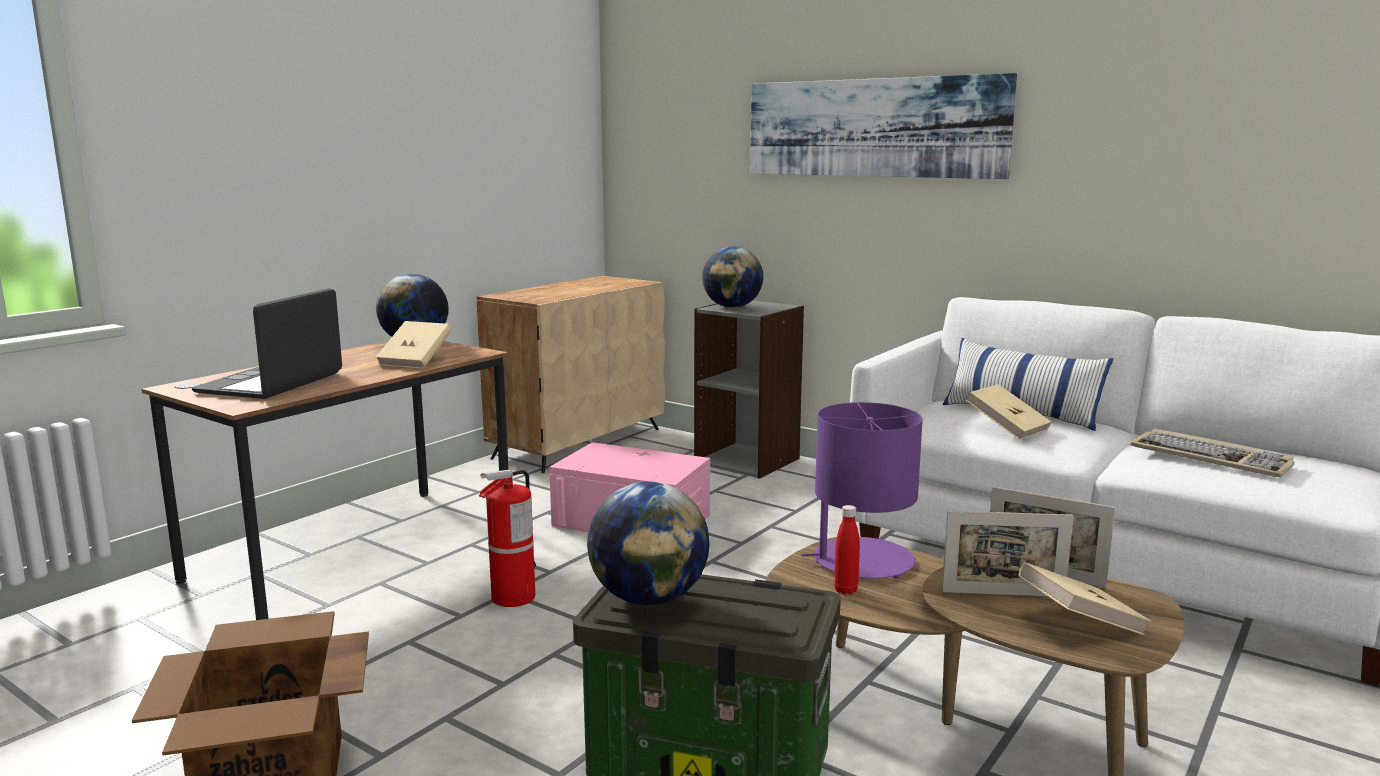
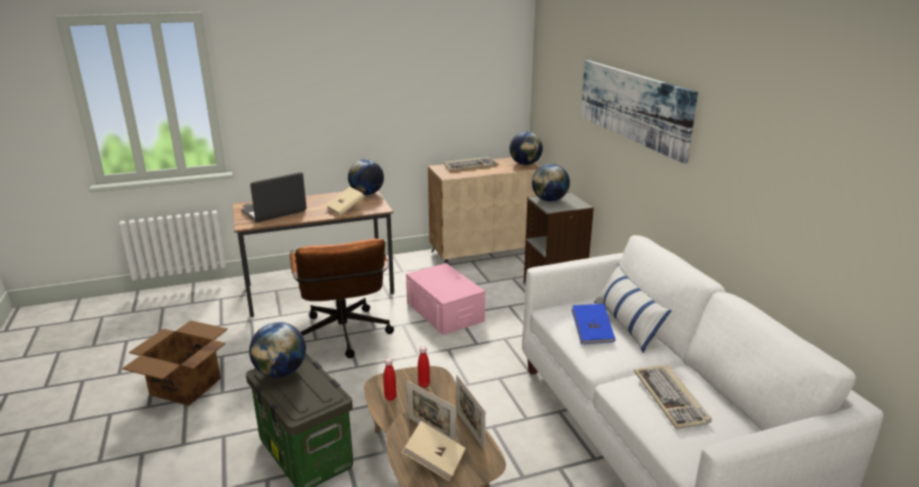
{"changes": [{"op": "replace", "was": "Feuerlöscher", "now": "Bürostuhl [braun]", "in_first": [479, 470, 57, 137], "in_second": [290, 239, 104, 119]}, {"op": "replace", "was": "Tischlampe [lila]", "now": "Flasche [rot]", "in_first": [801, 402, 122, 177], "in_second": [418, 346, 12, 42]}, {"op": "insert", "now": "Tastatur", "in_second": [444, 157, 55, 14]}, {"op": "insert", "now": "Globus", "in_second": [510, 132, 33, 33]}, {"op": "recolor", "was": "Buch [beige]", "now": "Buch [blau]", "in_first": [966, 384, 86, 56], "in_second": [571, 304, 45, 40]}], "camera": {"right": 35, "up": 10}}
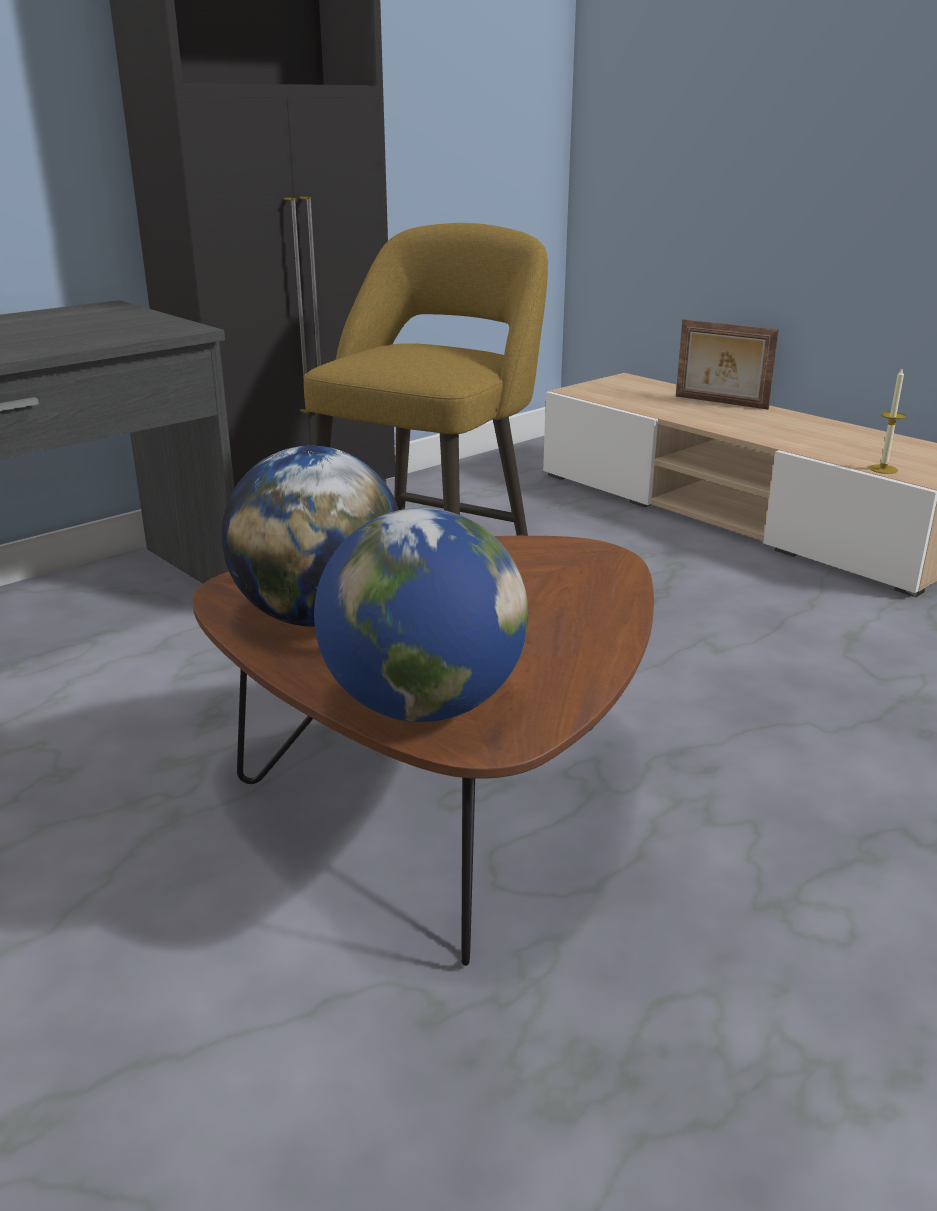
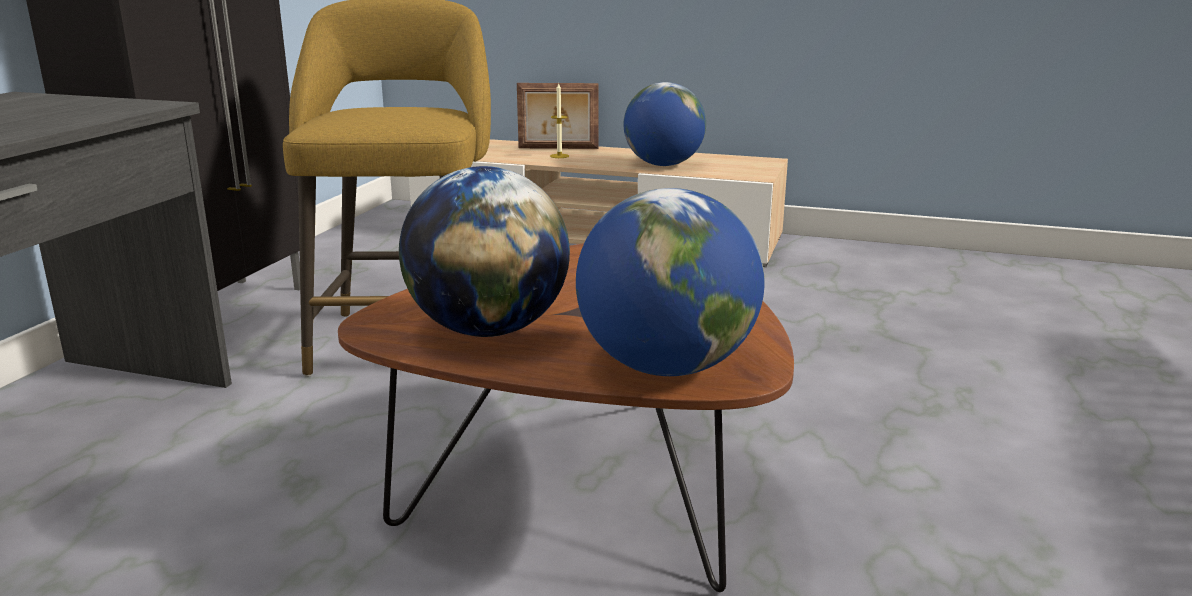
{"changes": [{"op": "move", "was": "Kerze", "in_first": [869, 369, 37, 105], "in_second": [550, 82, 19, 76]}, {"op": "insert", "now": "Globus", "in_second": [624, 82, 82, 84]}], "camera": {"right": -30, "up": -5}}
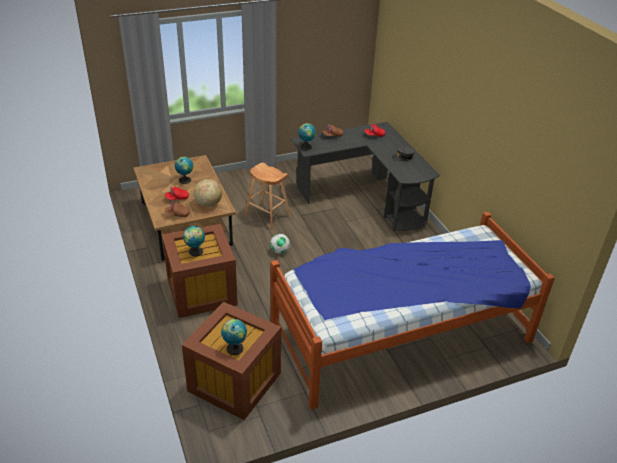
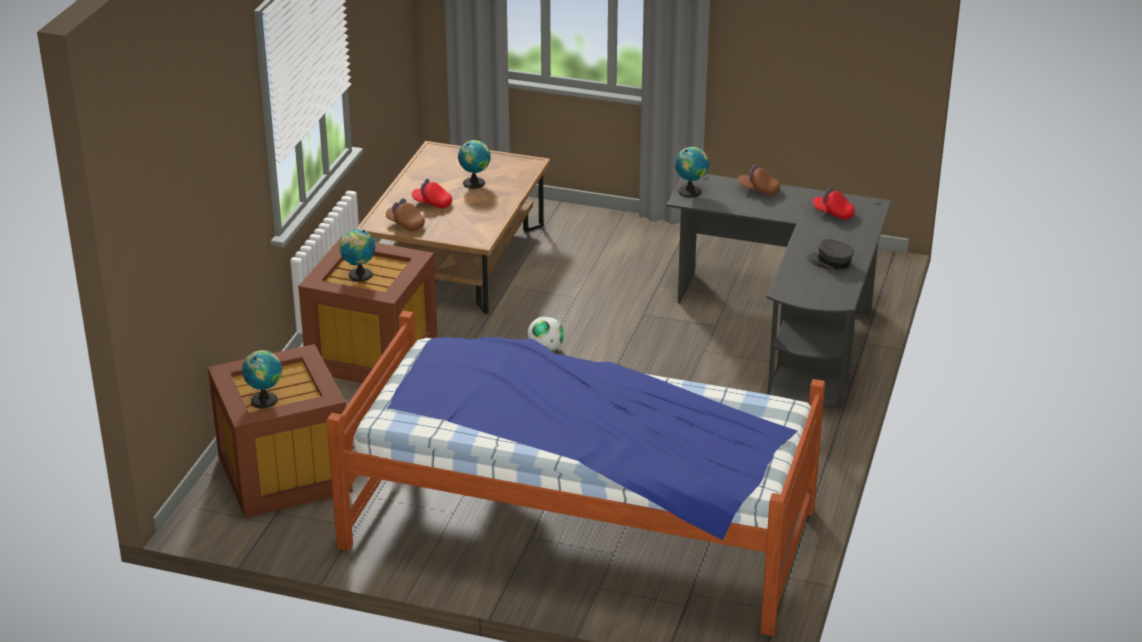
{"changes": [{"op": "delete", "was": "Globus", "in_first": [194, 179, 28, 28]}, {"op": "delete", "was": "Hocker [braun]", "in_first": [244, 163, 47, 67]}], "camera": {"right": 40, "up": -5}}
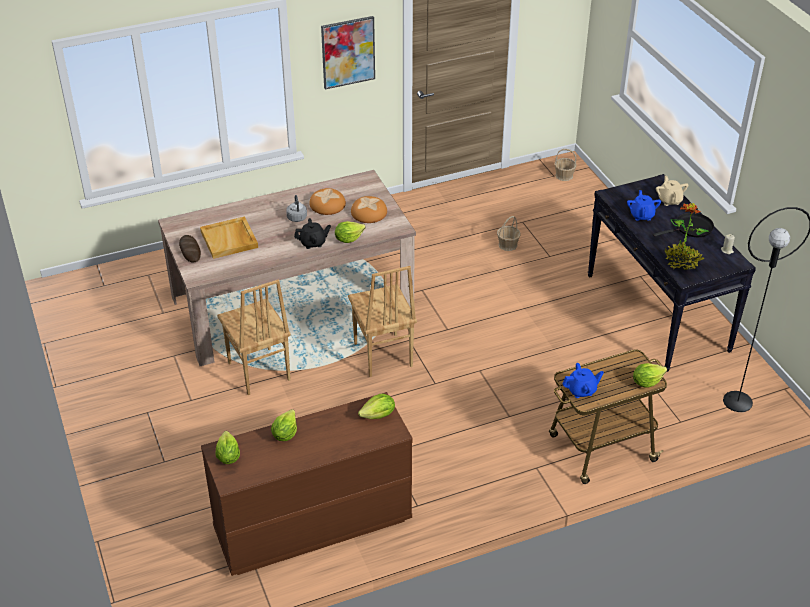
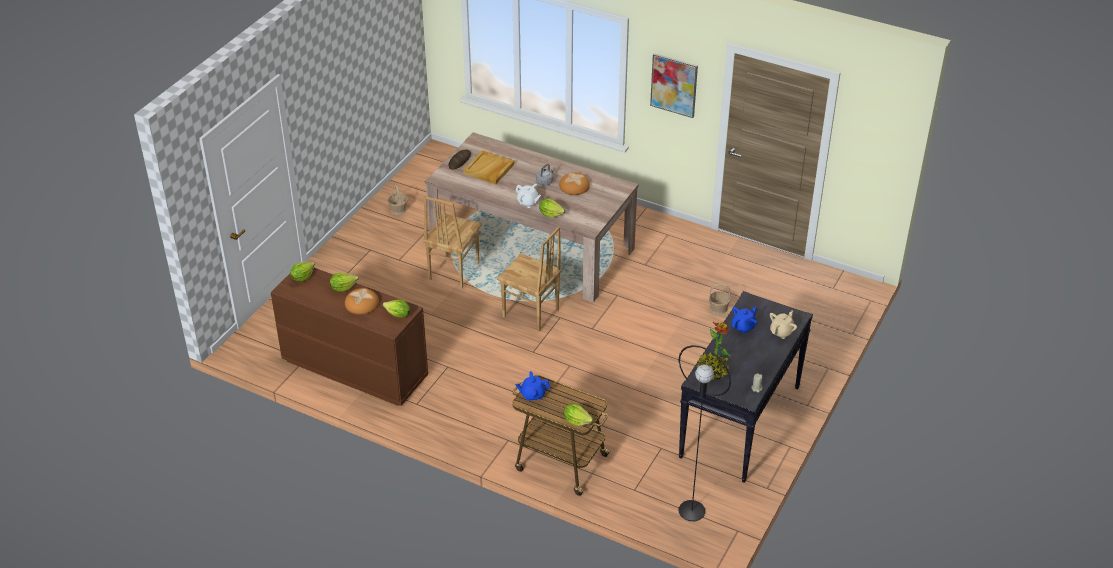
{"changes": [{"op": "move", "was": "Brot", "in_first": [351, 196, 36, 27], "in_second": [345, 288, 34, 27]}, {"op": "move", "was": "Korb", "in_first": [554, 149, 23, 32], "in_second": [388, 184, 20, 31]}, {"op": "rotate", "was": "Stuhl [braun]", "in_first": [348, 266, 69, 111], "in_second": [497, 226, 65, 106], "clockwise": -90}, {"op": "rotate", "was": "Teekanne [blau]", "in_first": [562, 363, 42, 35], "in_second": [515, 371, 35, 30], "clockwise": 135}, {"op": "recolor", "was": "Teekanne [schwarz]", "now": "Teekanne [weiß]", "in_first": [294, 218, 37, 31], "in_second": [516, 184, 25, 24]}, {"op": "delete", "was": "Pfanne [schwarz]", "in_first": [653, 213, 61, 24]}], "camera": {"right": 50, "up": 0}}
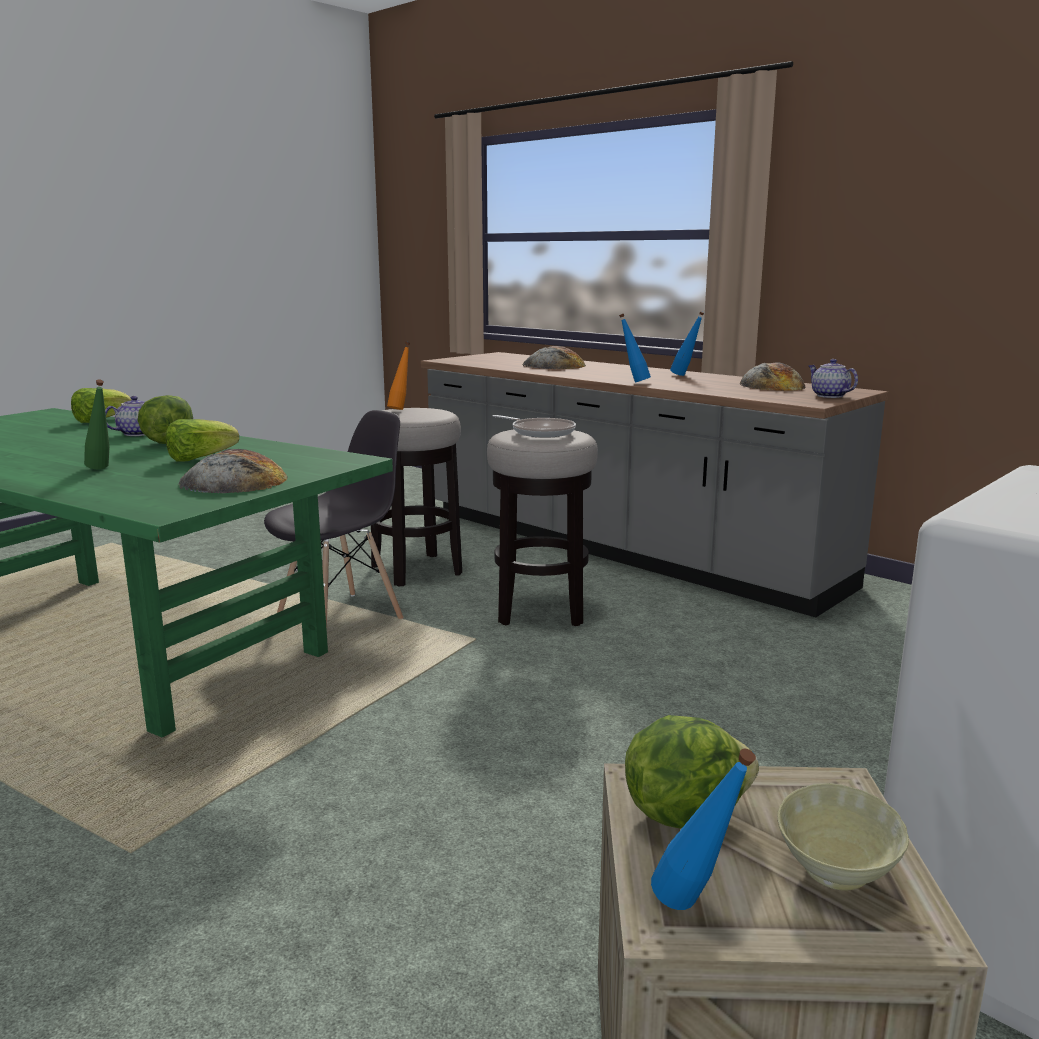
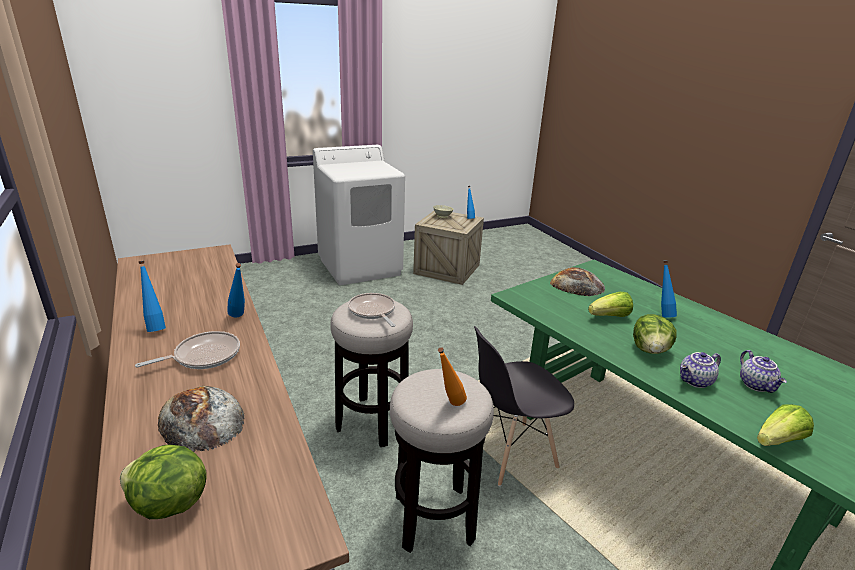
{"changes": [{"op": "move", "was": "Salatkopf", "in_first": [625, 715, 134, 114], "in_second": [120, 444, 87, 75]}, {"op": "insert", "now": "Pfanne", "in_second": [135, 331, 105, 38]}, {"op": "recolor", "was": "Flasche [grün]", "now": "Flasche [blau]", "in_first": [84, 380, 26, 89], "in_second": [661, 260, 16, 58]}, {"op": "move", "was": "Teekanne", "in_first": [809, 359, 49, 39], "in_second": [740, 350, 47, 43]}, {"op": "delete", "was": "Brot", "in_first": [740, 362, 65, 29]}], "camera": {"right": -160, "up": 10}}
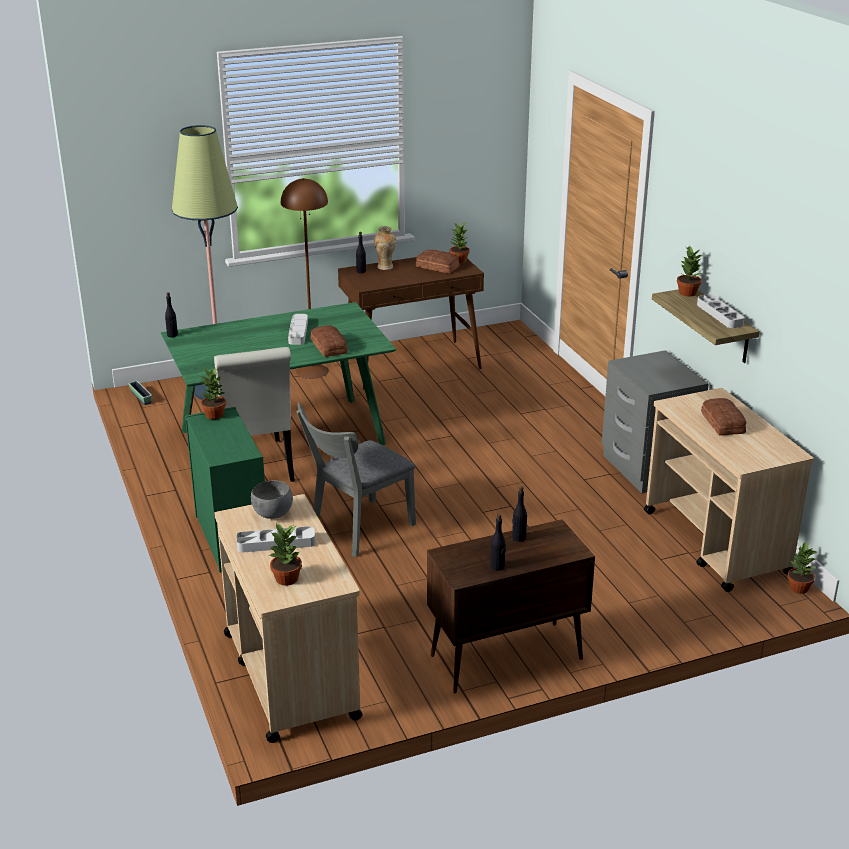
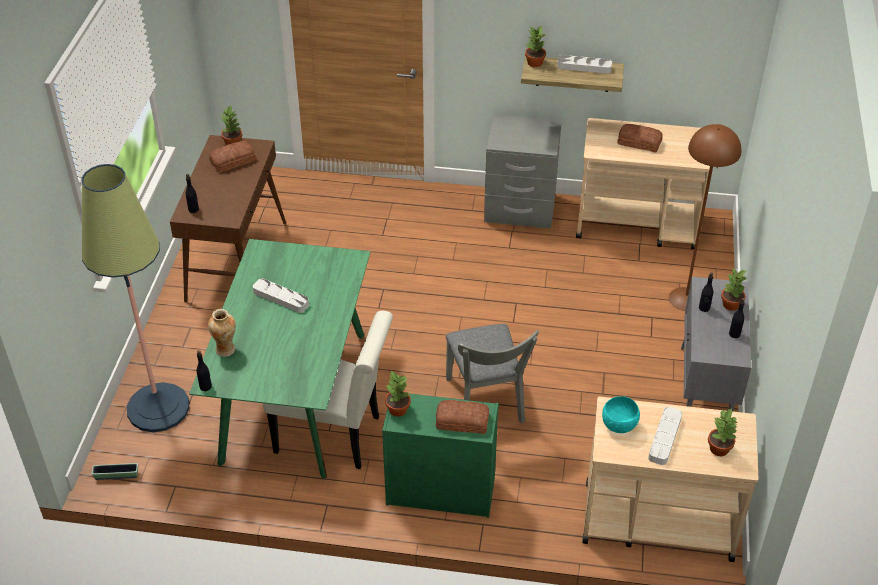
{"changes": [{"op": "move", "was": "Vase", "in_first": [374, 226, 22, 44], "in_second": [208, 309, 28, 48]}, {"op": "move", "was": "Brot", "in_first": [311, 325, 37, 32], "in_second": [436, 400, 53, 34]}, {"op": "recolor", "was": "Schüssel [grau]", "now": "Schüssel [türkis]", "in_first": [251, 480, 42, 39], "in_second": [602, 396, 38, 37]}, {"op": "move", "was": "Stehlampe [braun]", "in_first": [281, 178, 48, 201], "in_second": [669, 124, 72, 187]}, {"op": "recolor", "was": "Schrank [braun]", "now": "Schrank [grau]", "in_first": [427, 520, 168, 174], "in_second": [681, 277, 70, 134]}, {"op": "move", "was": "Topfpflanze", "in_first": [787, 542, 30, 52], "in_second": [721, 268, 25, 43]}], "camera": {"right": -60, "up": 15}}
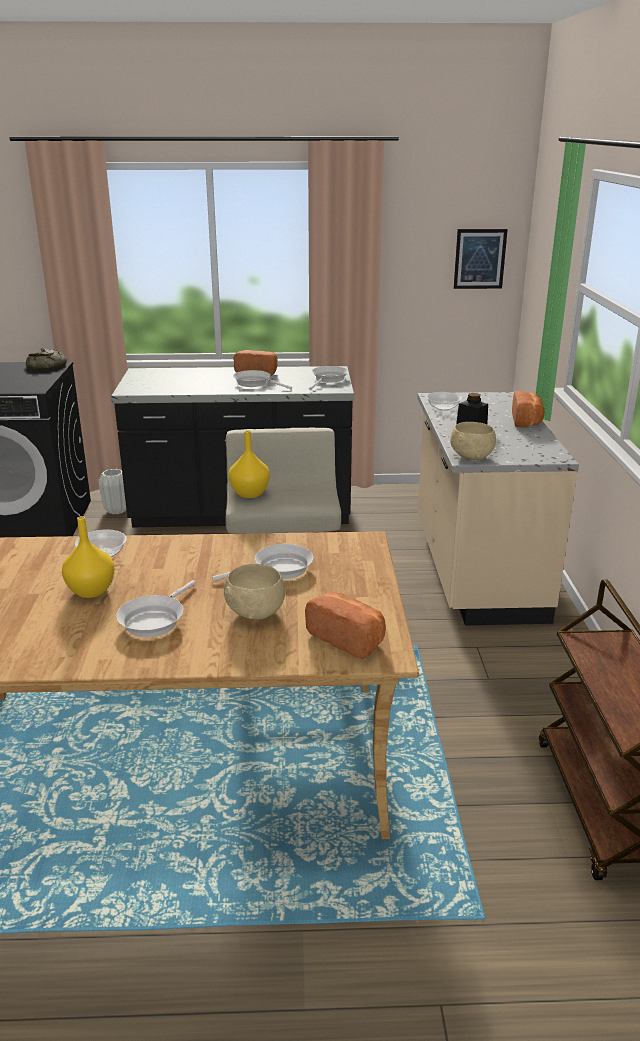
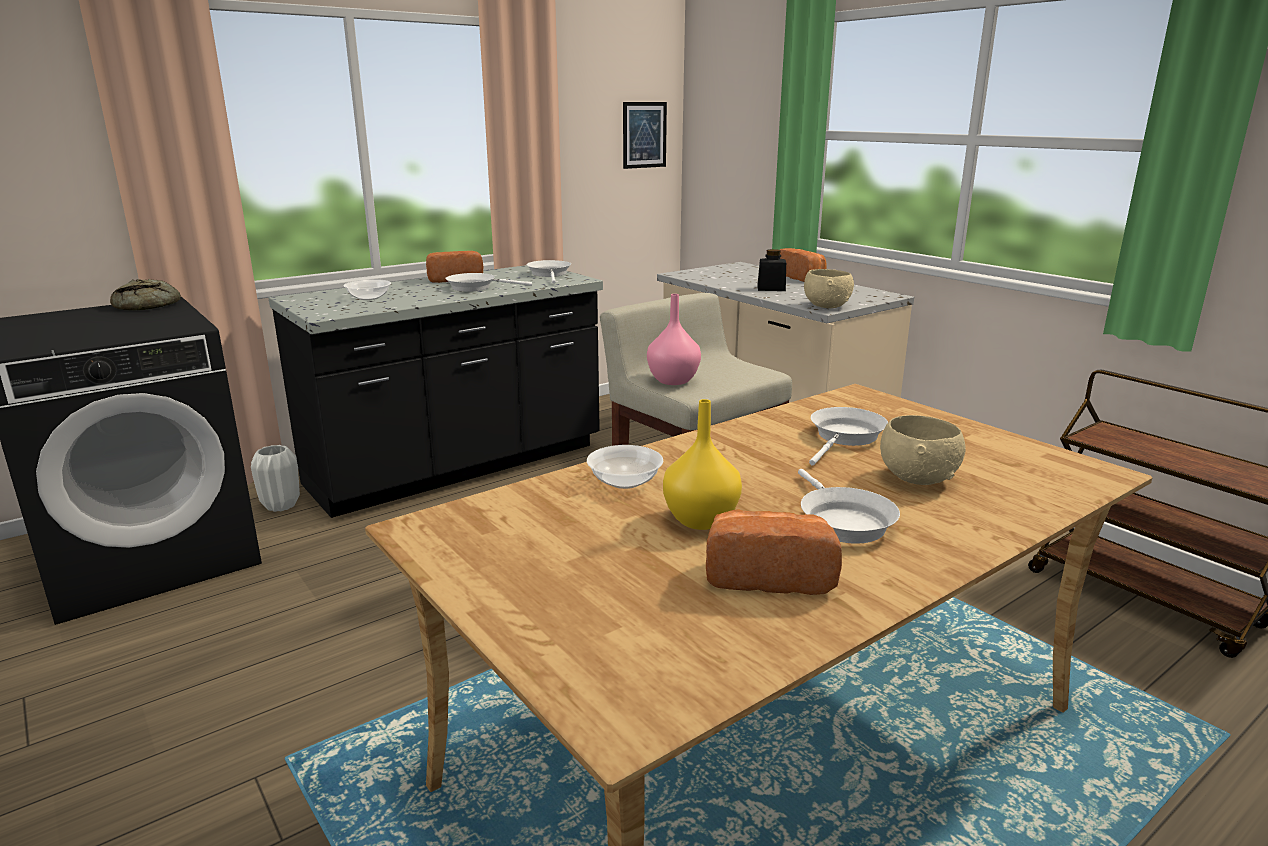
{"changes": [{"op": "move", "was": "Schüssel", "in_first": [426, 392, 36, 18], "in_second": [344, 279, 47, 21]}, {"op": "recolor", "was": "Vase [gelb]", "now": "Vase [rosa]", "in_first": [229, 430, 41, 68], "in_second": [647, 294, 54, 91]}, {"op": "move", "was": "Brot", "in_first": [305, 593, 81, 66], "in_second": [706, 509, 136, 86]}], "camera": {"right": -35, "up": -5}}
